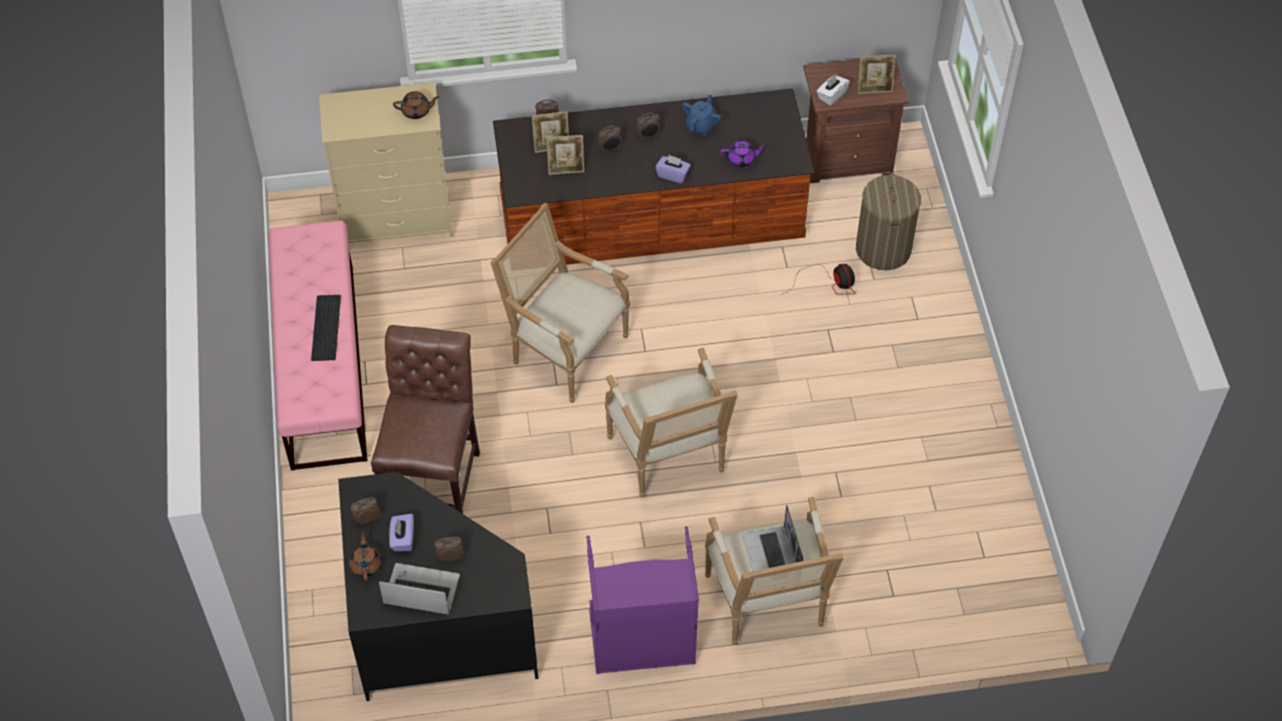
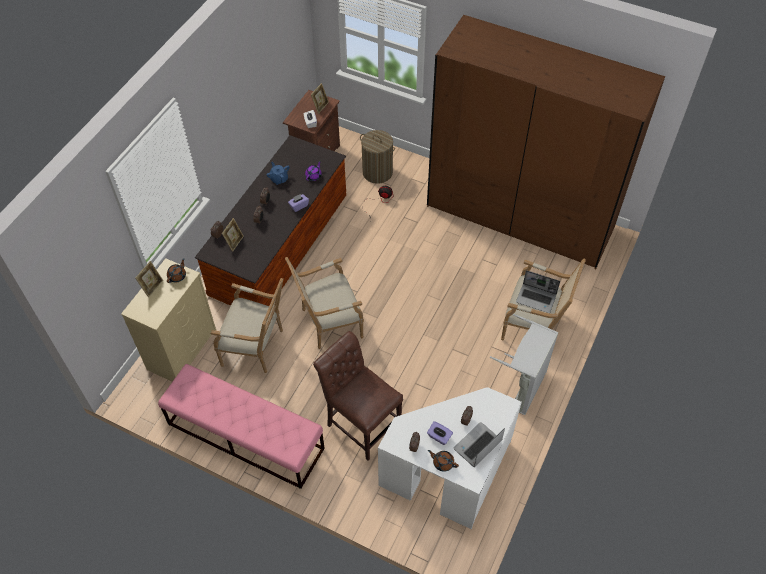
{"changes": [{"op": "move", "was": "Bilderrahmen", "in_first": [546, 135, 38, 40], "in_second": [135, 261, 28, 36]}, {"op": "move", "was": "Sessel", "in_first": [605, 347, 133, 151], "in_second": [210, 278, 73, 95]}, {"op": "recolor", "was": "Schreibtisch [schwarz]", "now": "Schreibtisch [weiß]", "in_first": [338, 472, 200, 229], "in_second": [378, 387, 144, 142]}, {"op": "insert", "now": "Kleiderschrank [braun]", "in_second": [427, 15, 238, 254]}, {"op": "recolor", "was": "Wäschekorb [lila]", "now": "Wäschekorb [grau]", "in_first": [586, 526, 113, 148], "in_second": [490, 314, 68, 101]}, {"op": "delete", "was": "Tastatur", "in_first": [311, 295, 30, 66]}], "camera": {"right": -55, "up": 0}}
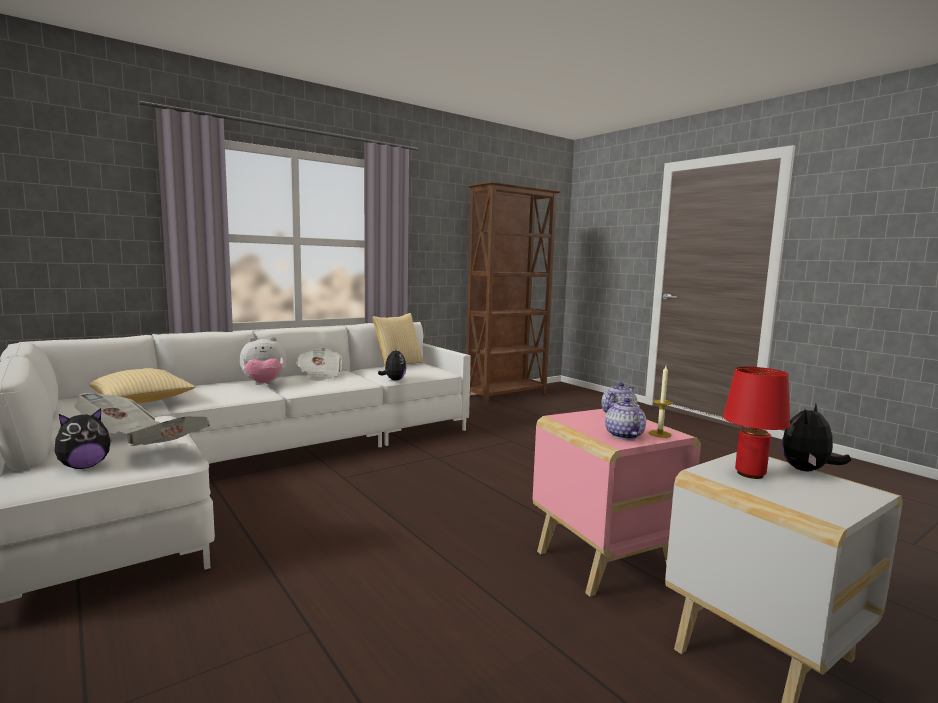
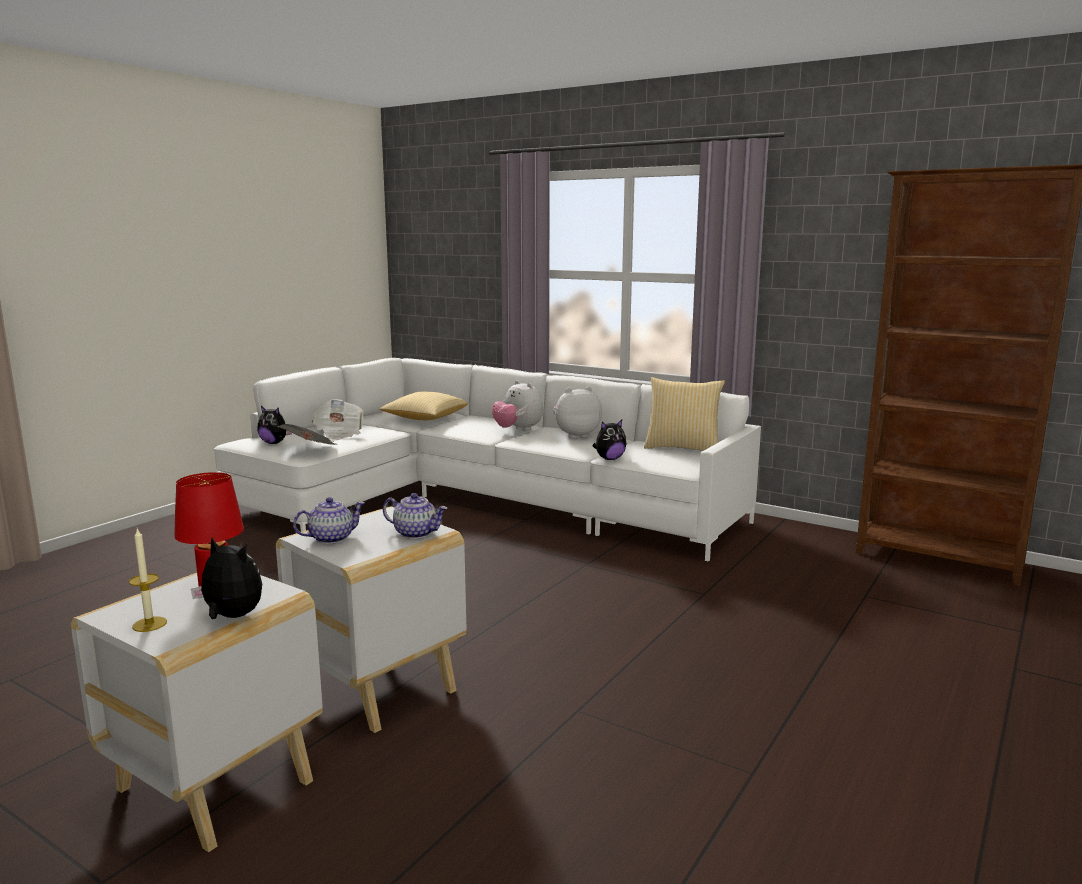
{"changes": [{"op": "move", "was": "Kerze", "in_first": [649, 366, 24, 72], "in_second": [129, 528, 38, 104]}, {"op": "recolor", "was": "Beistelltisch [rosa]", "now": "Beistelltisch [weiß]", "in_first": [533, 409, 168, 188], "in_second": [276, 506, 191, 227]}, {"op": "replace", "was": "Zeitung", "now": "Plüschtier", "in_first": [296, 348, 46, 33], "in_second": [553, 387, 49, 52]}], "camera": {"right": 70, "up": 5}}
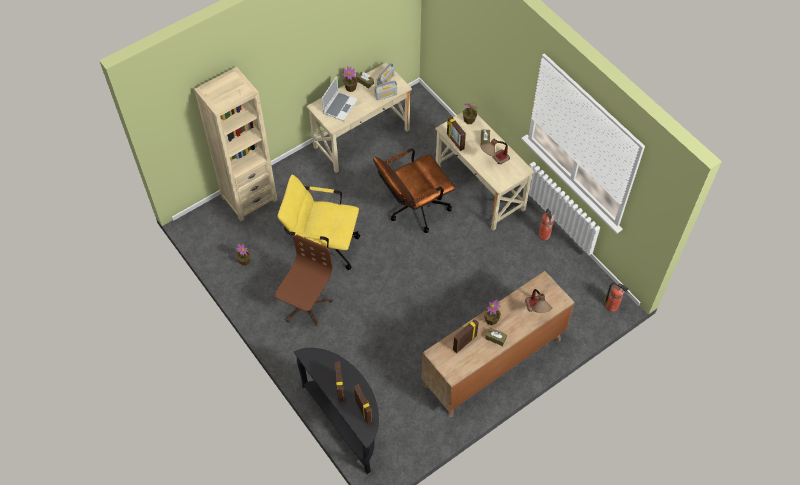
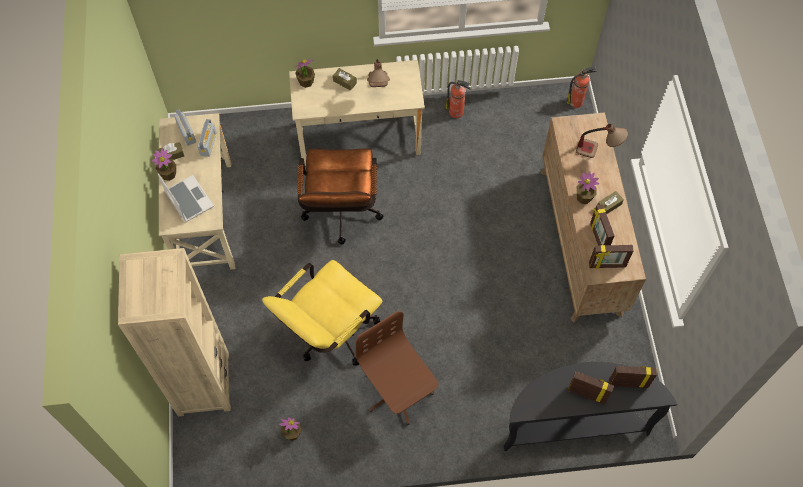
{"changes": [{"op": "move", "was": "Bilderrahmen", "in_first": [447, 116, 19, 35], "in_second": [589, 245, 45, 24]}], "camera": {"right": -60, "up": 5}}
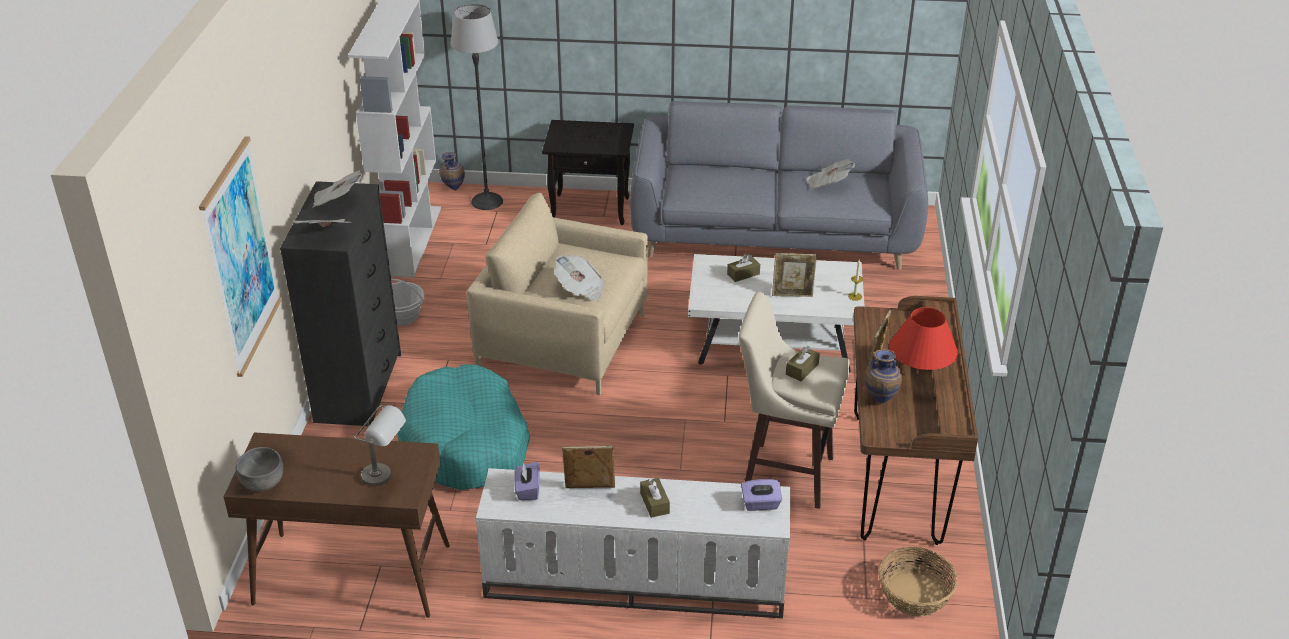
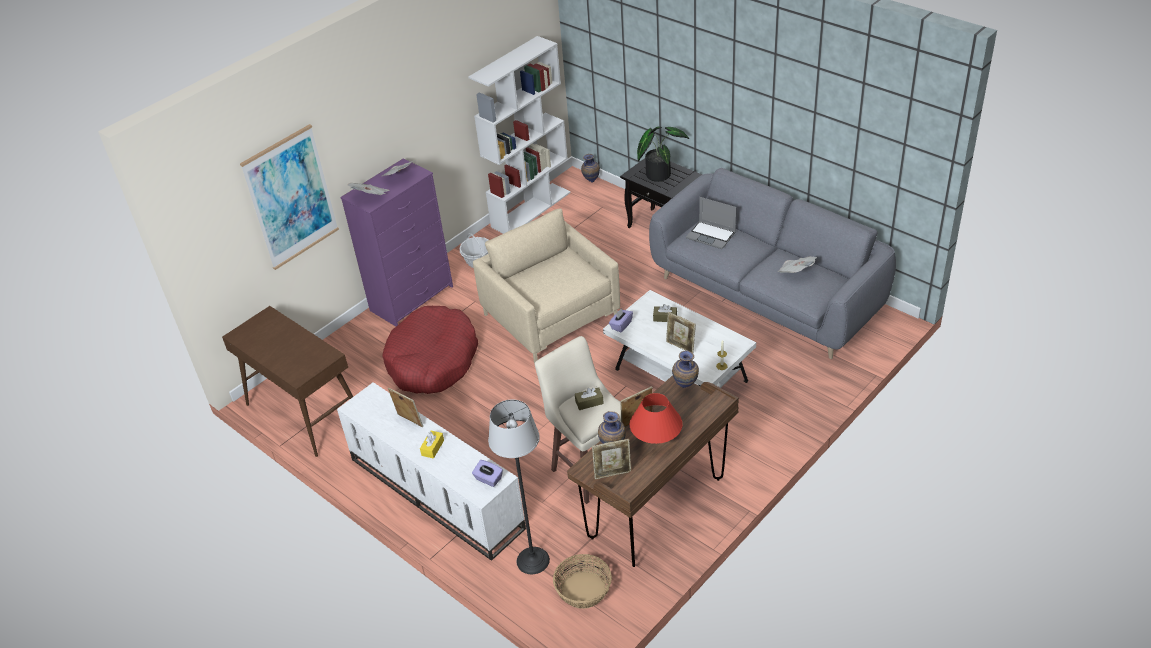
{"changes": [{"op": "recolor", "was": "Kommode [schwarz]", "now": "Kommode [lila]", "in_first": [280, 181, 121, 245], "in_second": [340, 158, 113, 168]}, {"op": "recolor", "was": "Hundebett [türkis]", "now": "Hundebett [rot]", "in_first": [398, 364, 132, 126], "in_second": [382, 306, 96, 88]}, {"op": "recolor", "was": "Taschentuchbox [braun]", "now": "Taschentuchbox [gelb]", "in_first": [640, 478, 30, 40], "in_second": [420, 430, 24, 29]}, {"op": "move", "was": "Stehlampe", "in_first": [451, 4, 52, 206], "in_second": [488, 399, 62, 175]}, {"op": "insert", "now": "Bilderrahmen", "in_second": [592, 439, 39, 40]}, {"op": "move", "was": "Taschentuchbox [lila]", "in_first": [514, 462, 26, 38], "in_second": [609, 308, 24, 24]}, {"op": "insert", "now": "Topfpflanze", "in_second": [637, 126, 52, 56]}, {"op": "insert", "now": "Vase", "in_second": [672, 351, 27, 37]}, {"op": "insert", "now": "Laptop", "in_second": [686, 197, 50, 52]}, {"op": "delete", "was": "Schüssel [grau]", "in_first": [236, 447, 47, 44]}, {"op": "delete", "was": "Tischlampe [grau]", "in_first": [354, 405, 52, 81]}, {"op": "delete", "was": "Zeitung", "in_first": [554, 255, 51, 46]}], "camera": {"right": 40, "up": 5}}
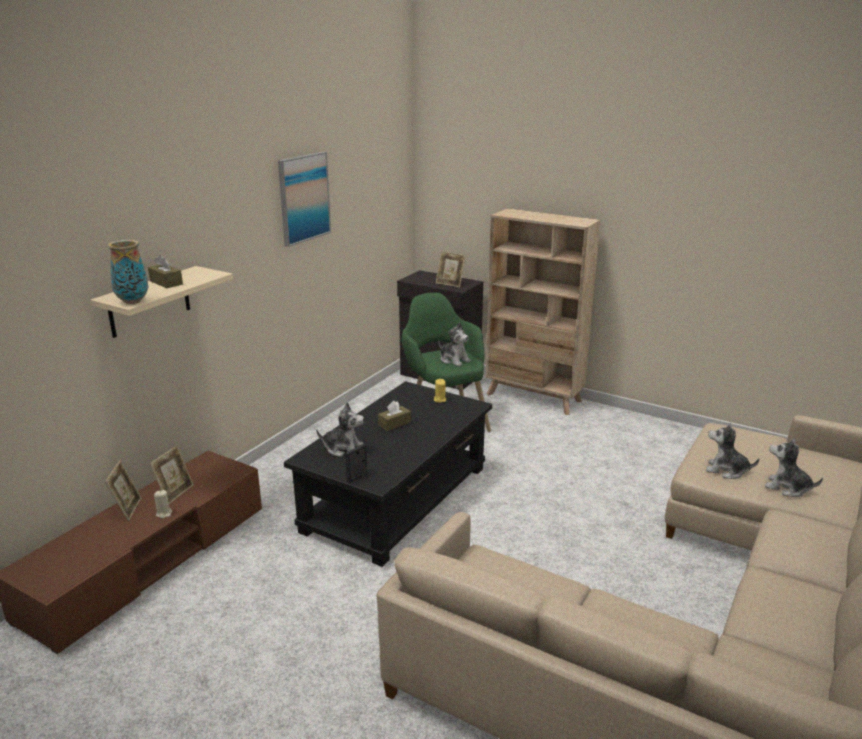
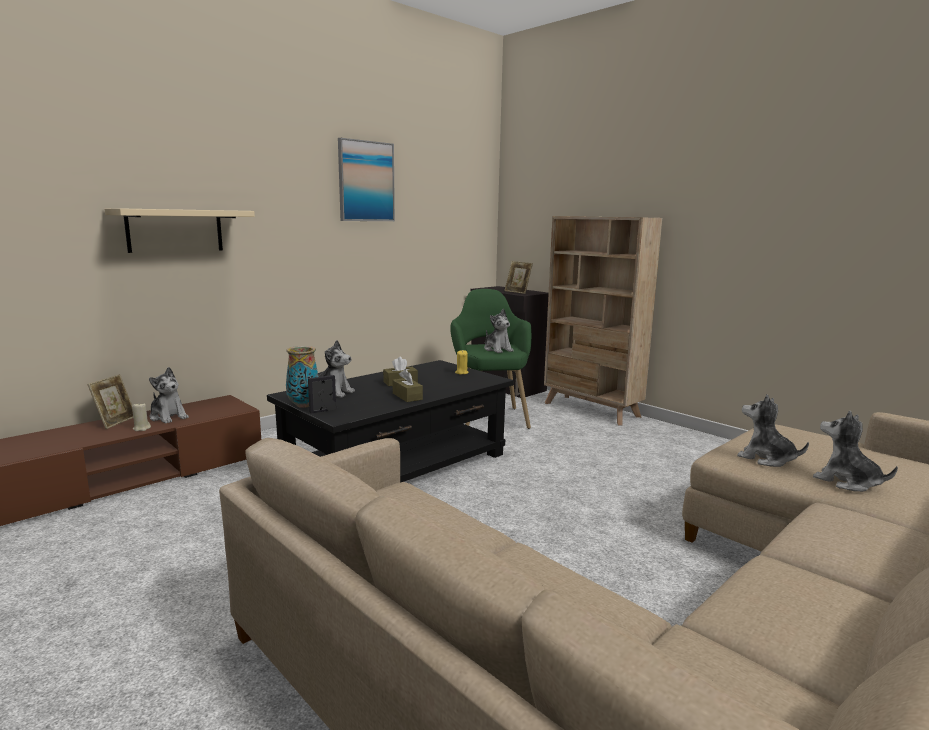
{"changes": [{"op": "replace", "was": "Bilderrahmen", "now": "Plüschtier", "in_first": [150, 446, 44, 58], "in_second": [149, 367, 40, 57]}, {"op": "move", "was": "Vase", "in_first": [107, 240, 41, 64], "in_second": [286, 346, 33, 62]}, {"op": "move", "was": "Taschentuchbox [braun]", "in_first": [148, 255, 35, 33], "in_second": [393, 369, 30, 33]}], "camera": {"right": 15, "up": -10}}
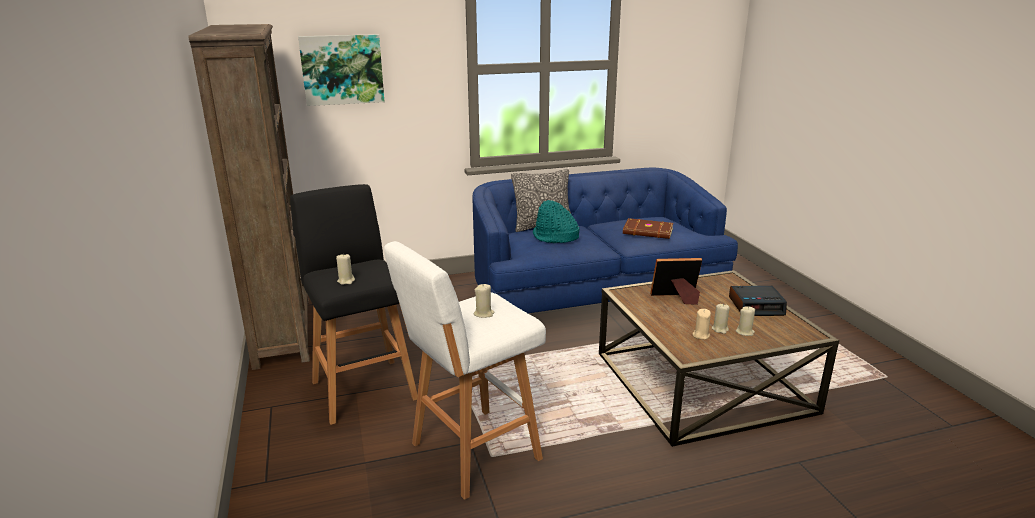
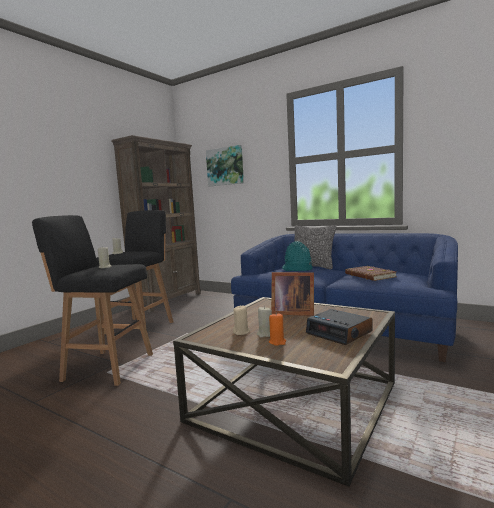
{"changes": [{"op": "recolor", "was": "Hocker [weiß]", "now": "Hocker [schwarz]", "in_first": [384, 241, 162, 259], "in_second": [32, 215, 121, 171]}, {"op": "recolor", "was": "Kerze [beige]", "now": "Kerze [orange]", "in_first": [736, 307, 19, 29], "in_second": [269, 313, 17, 33]}, {"op": "rotate", "was": "Bilderrahmen", "in_first": [650, 258, 52, 47], "in_second": [271, 272, 43, 44], "clockwise": 150}], "camera": {"right": 50, "up": -15}}
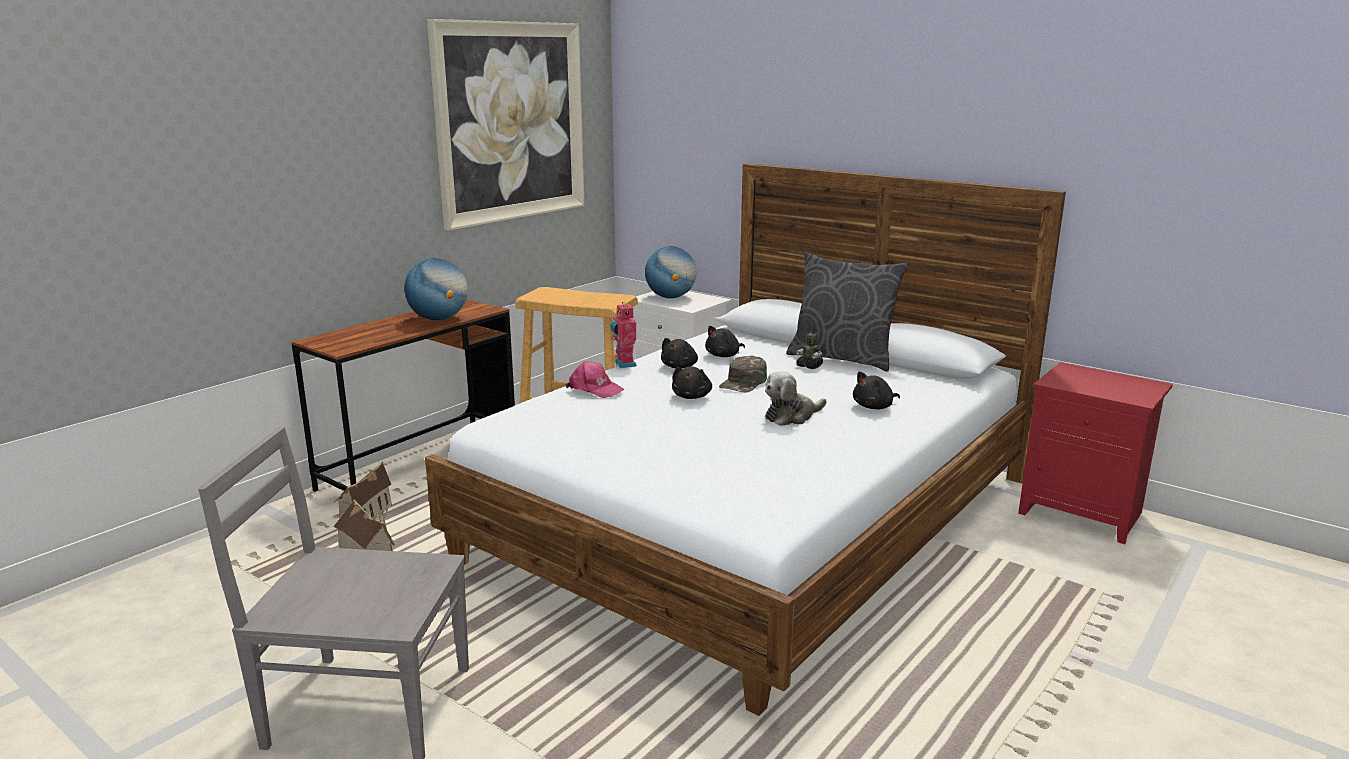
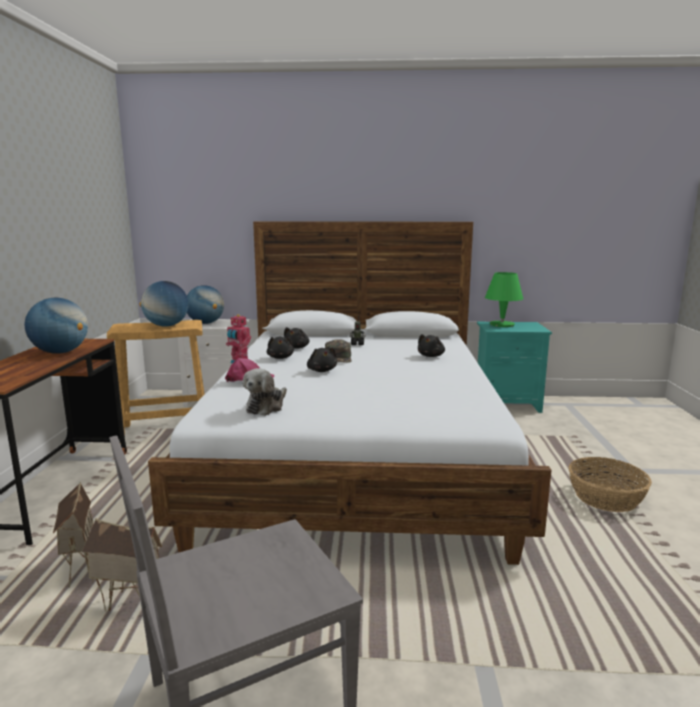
{"changes": [{"op": "insert", "now": "Globus", "in_second": [140, 281, 49, 46]}, {"op": "move", "was": "Plüschtier", "in_first": [765, 371, 61, 55], "in_second": [243, 368, 44, 48]}, {"op": "recolor", "was": "Nachttisch [rot]", "now": "Nachttisch [türkis]", "in_first": [1018, 362, 155, 182], "in_second": [477, 322, 75, 91]}, {"op": "insert", "now": "Tischlampe [grün]", "in_second": [485, 272, 38, 55]}, {"op": "insert", "now": "Korb", "in_second": [568, 457, 84, 55]}, {"op": "delete", "was": "Bild", "in_first": [427, 19, 157, 211]}, {"op": "delete", "was": "Kissen [grau]", "in_first": [786, 252, 123, 120]}], "camera": {"right": -35, "up": -5}}
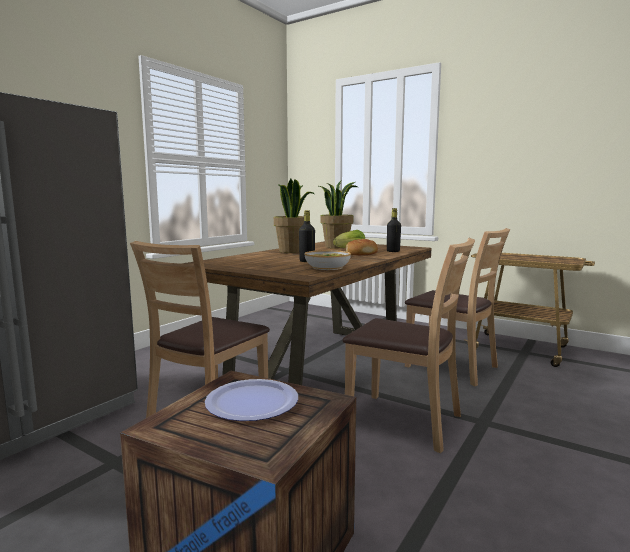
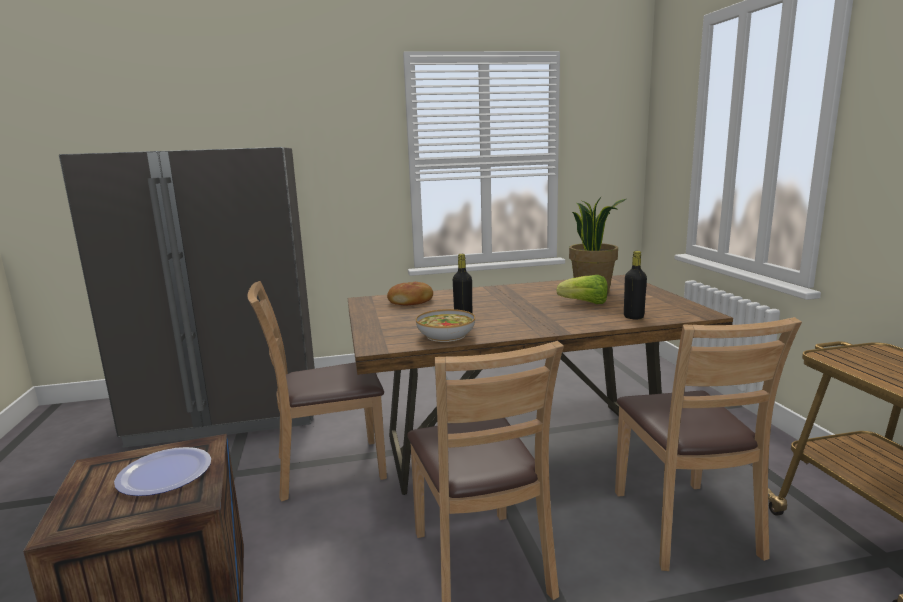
{"changes": [{"op": "move", "was": "Brot", "in_first": [346, 239, 32, 16], "in_second": [387, 282, 46, 23]}, {"op": "delete", "was": "Topfpflanze", "in_first": [274, 179, 40, 74]}], "camera": {"right": 45, "up": 5}}
